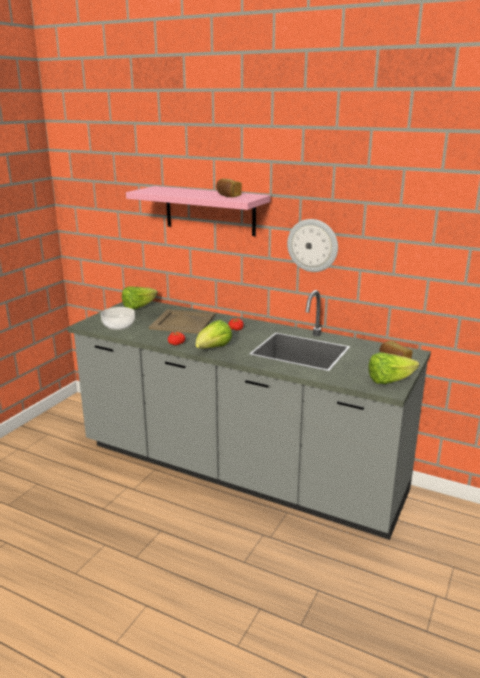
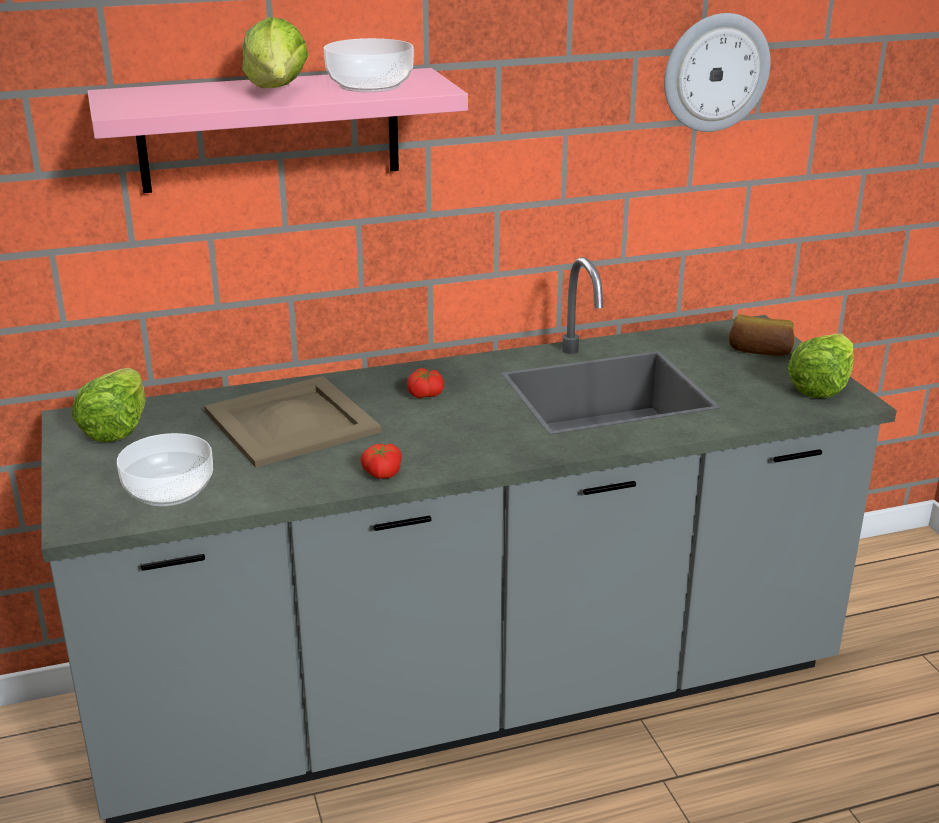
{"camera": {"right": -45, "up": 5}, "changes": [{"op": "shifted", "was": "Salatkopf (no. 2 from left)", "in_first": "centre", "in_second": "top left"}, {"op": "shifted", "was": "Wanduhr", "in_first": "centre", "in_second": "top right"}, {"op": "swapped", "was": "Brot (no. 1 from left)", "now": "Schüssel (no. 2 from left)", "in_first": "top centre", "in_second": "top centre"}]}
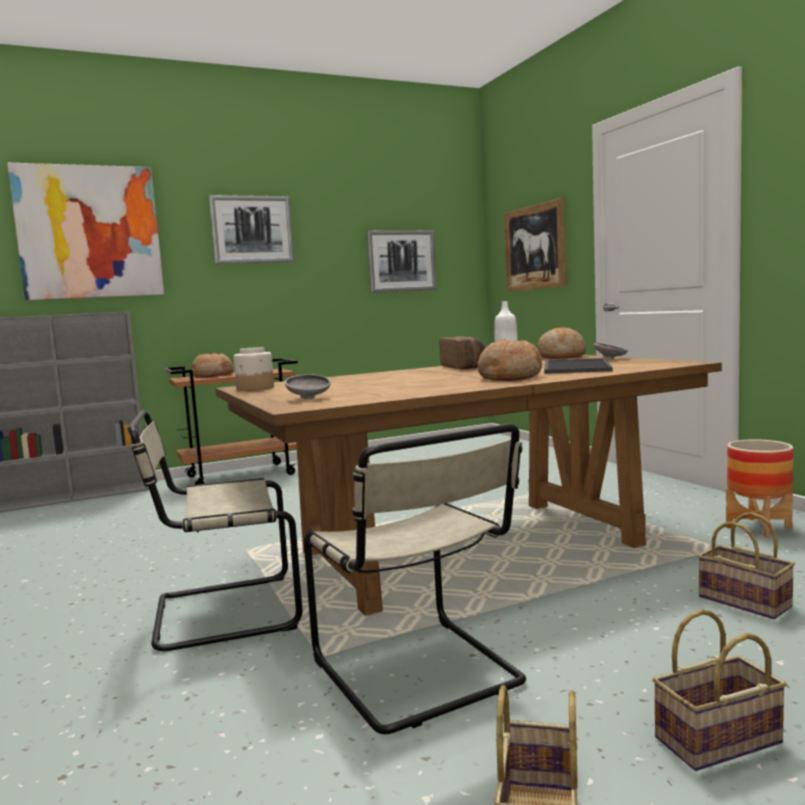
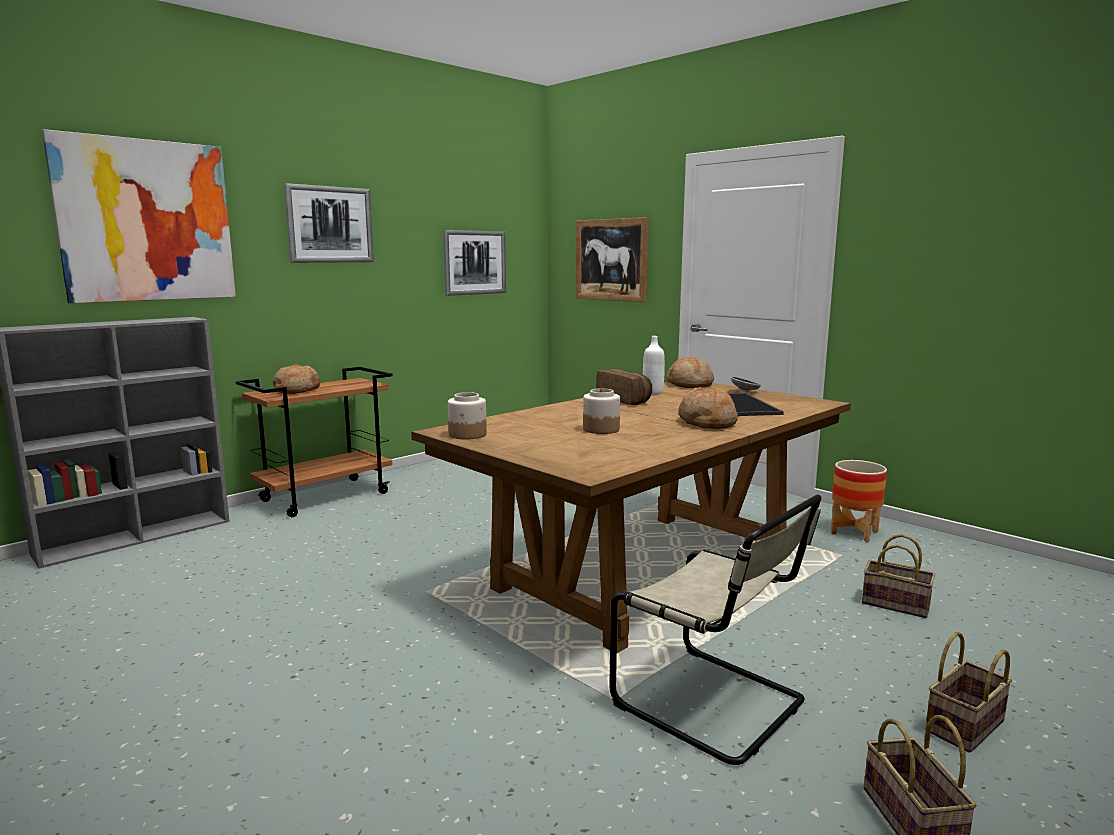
{"camera": {"right": -20, "up": 5}, "changes": [{"op": "gone", "was": "Stuhl [beige] (no. 1 from left)", "in_first": "middle left"}, {"op": "gone", "was": "Schüssel [grau] (no. 1 from left)", "in_first": "centre"}, {"op": "new", "now": "Vorratsglas (no. 2 from left)", "in_second": "centre"}]}
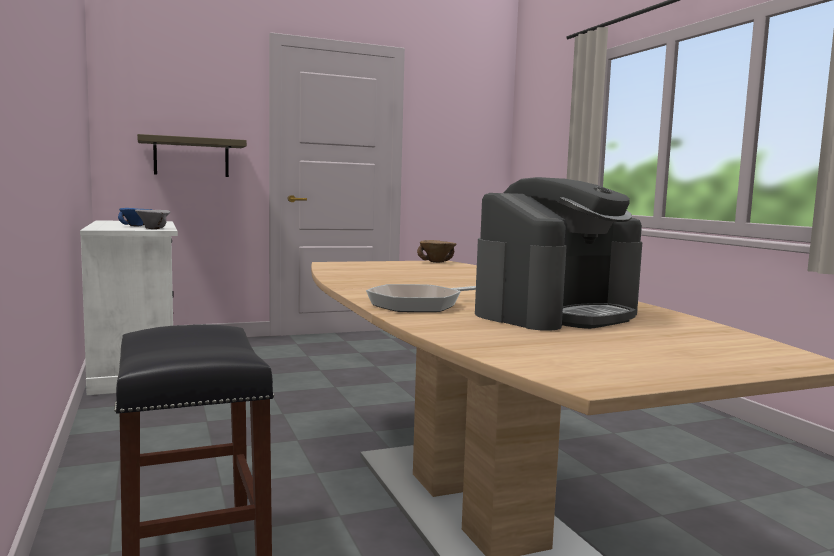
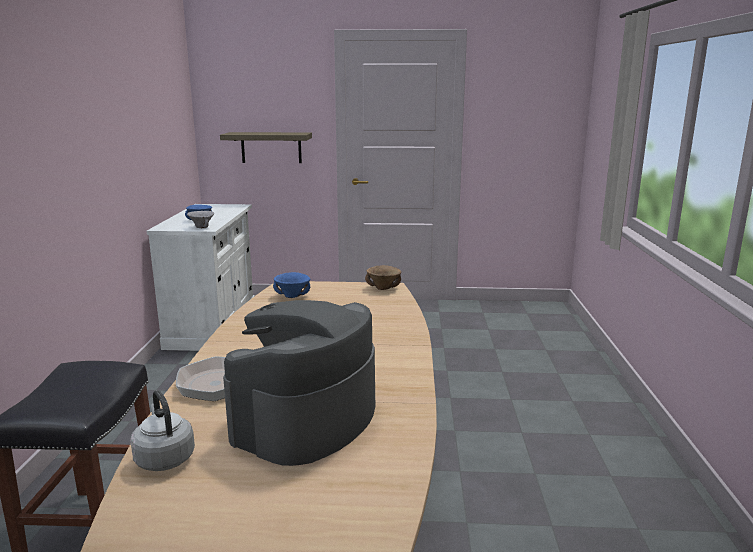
{"camera": {"right": 25, "up": 10}, "changes": [{"op": "new", "now": "Wasserkessel [grau]", "in_second": "bottom left"}, {"op": "new", "now": "Schüssel [blau] (no. 2 from left)", "in_second": "centre"}, {"op": "rotated", "was": "Kaffeemaschine", "in_first": "middle right", "in_second": "bottom centre", "clockwise": 135}]}
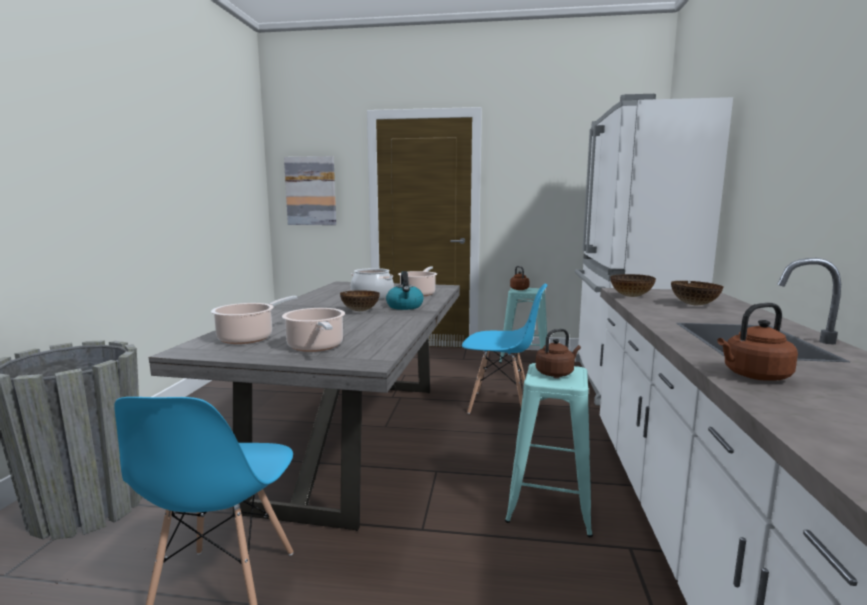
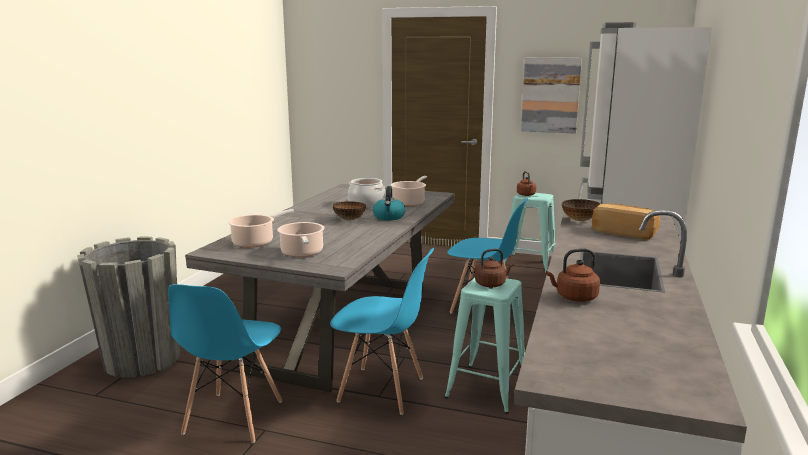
{"camera": {"right": 10, "up": 5}, "changes": [{"op": "new", "now": "Stuhl [blau] (no. 2 from left)", "in_second": "bottom centre"}, {"op": "shifted", "was": "Bild", "in_first": "top centre", "in_second": "top right"}, {"op": "swapped", "was": "Schüssel (no. 3 from left)", "now": "Brot", "in_first": "middle right", "in_second": "middle right"}]}
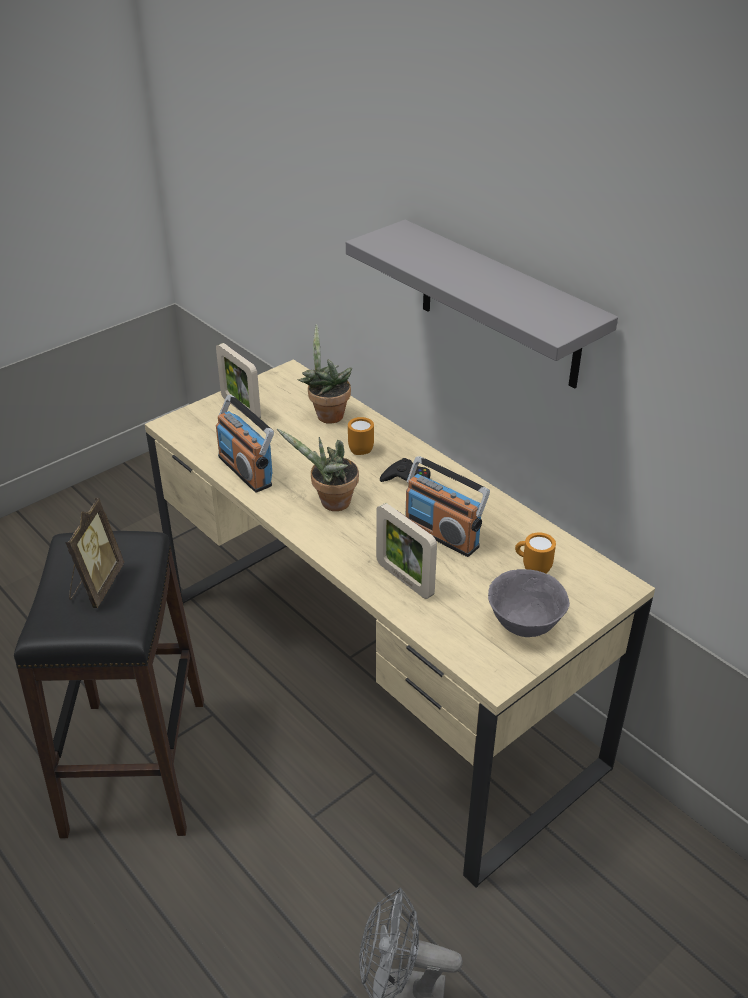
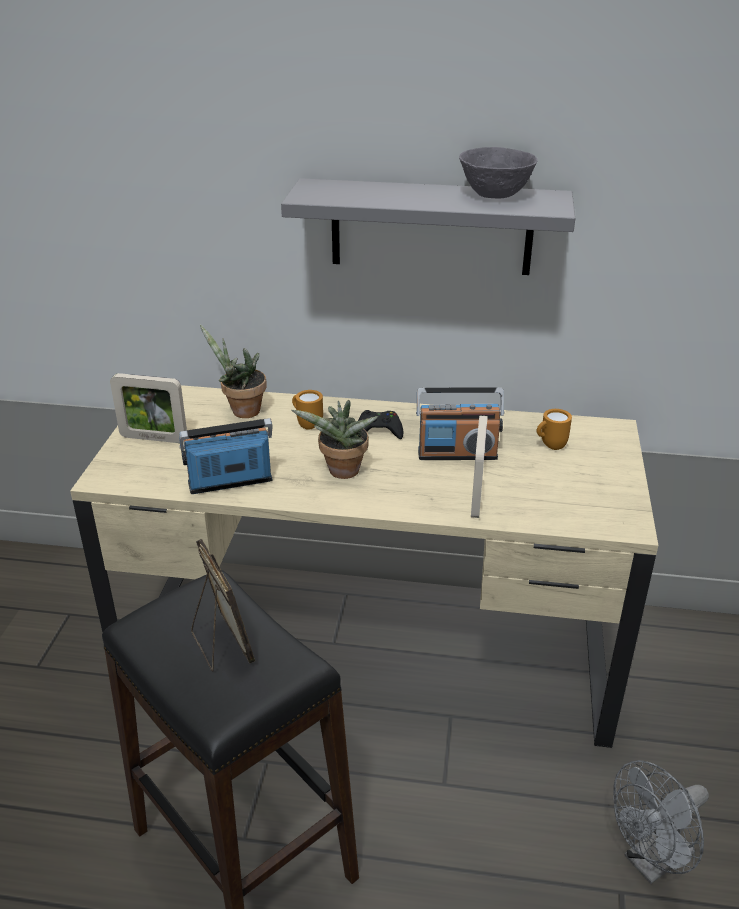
{"camera": {"right": -40, "up": -5}, "changes": [{"op": "shifted", "was": "Schüssel [grau]", "in_first": "middle right", "in_second": "top right"}, {"op": "rotated", "was": "Radio (no. 1 from left)", "in_first": "middle left", "in_second": "middle left", "clockwise": 150}, {"op": "rotated", "was": "Bilderrahmen (no. 3 from left)", "in_first": "centre", "in_second": "centre", "clockwise": 90}]}
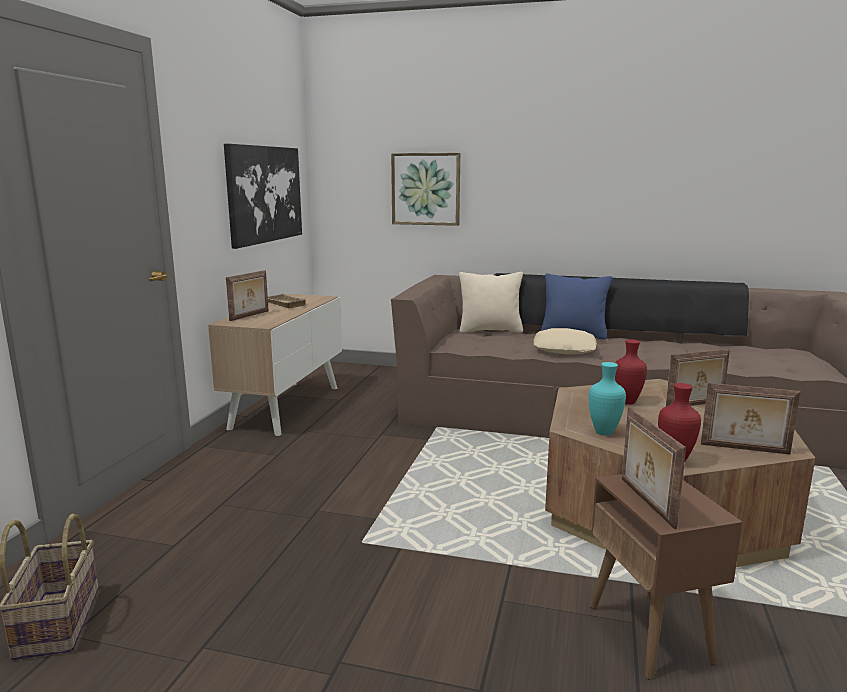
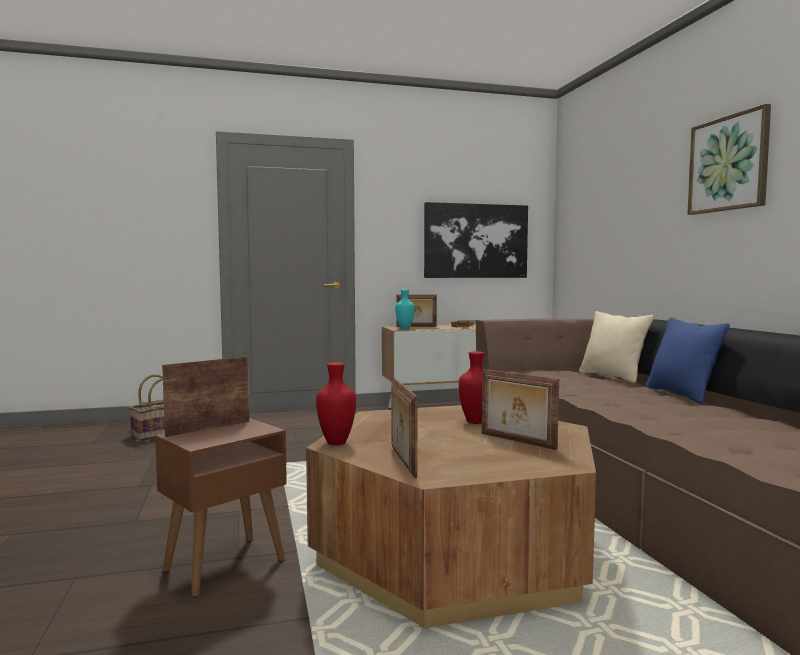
{"camera": {"right": 60, "up": -10}, "changes": [{"op": "gone", "was": "Kissen [beige] (no. 2 from left)", "in_first": "middle right"}, {"op": "shifted", "was": "Bild (no. 2 from left)", "in_first": "top centre", "in_second": "top right"}, {"op": "shifted", "was": "Vase [türkis]", "in_first": "middle right", "in_second": "centre"}]}
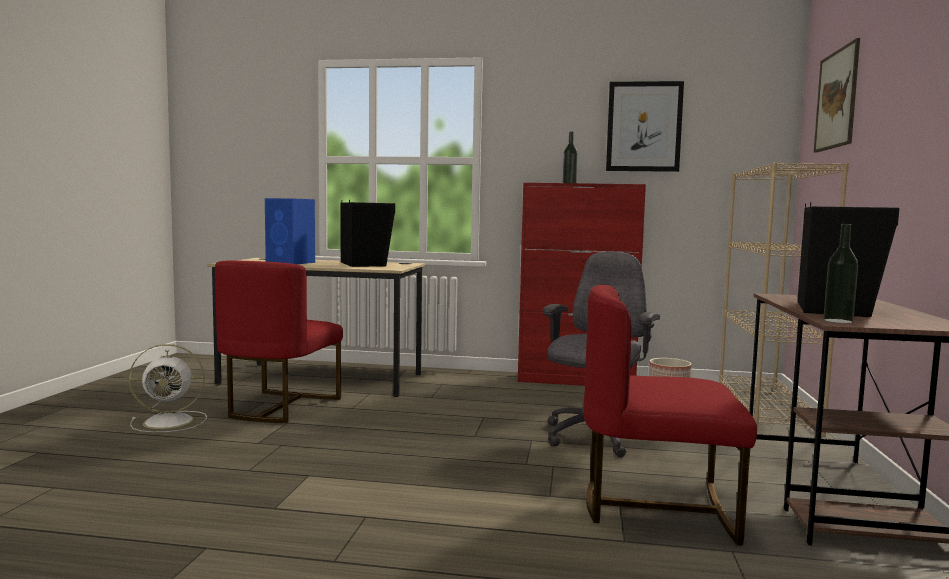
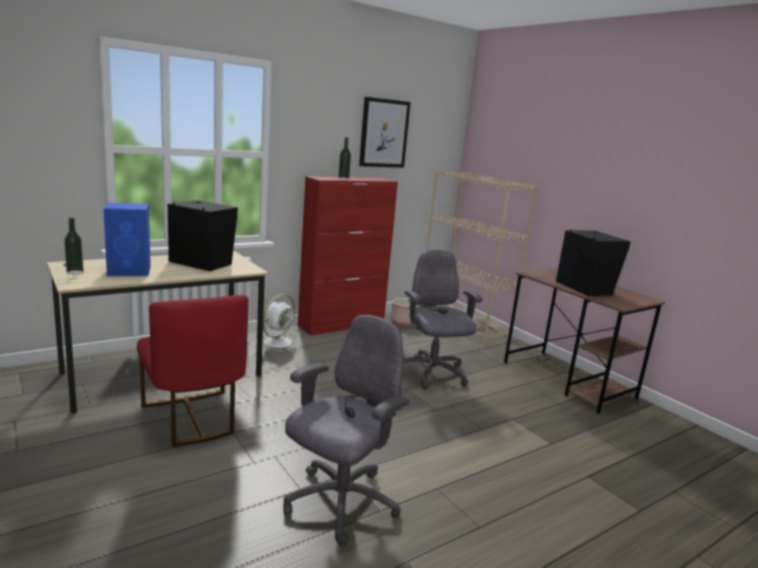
{"camera": {"right": -45, "up": 10}, "changes": [{"op": "gone", "was": "Stuhl [rot] (no. 2 from left)", "in_first": "bottom right"}, {"op": "gone", "was": "Bild (no. 2 from left)", "in_first": "top right"}, {"op": "new", "now": "Bürostuhl [grau] (no. 1 from left)", "in_second": "bottom centre"}, {"op": "shifted", "was": "Ventilator [weiß]", "in_first": "bottom left", "in_second": "centre"}, {"op": "shifted", "was": "Flasche (no. 2 from left in the first image)", "now": "Flasche (no. 1 from left)", "in_first": "middle right", "in_second": "middle left"}]}
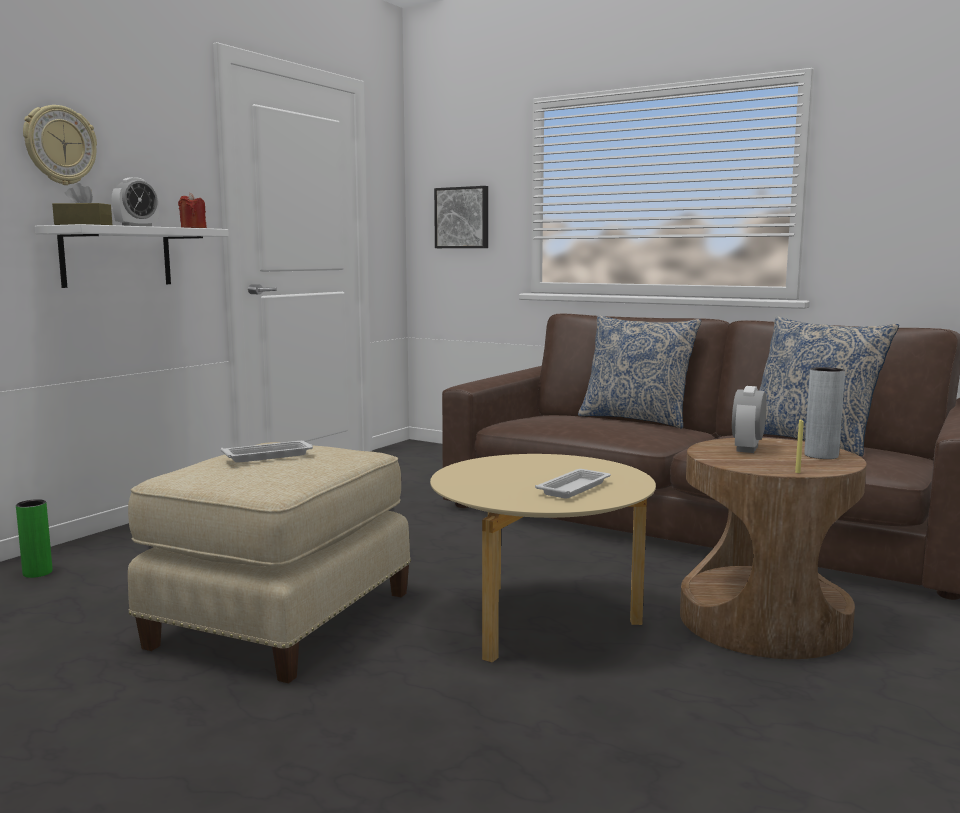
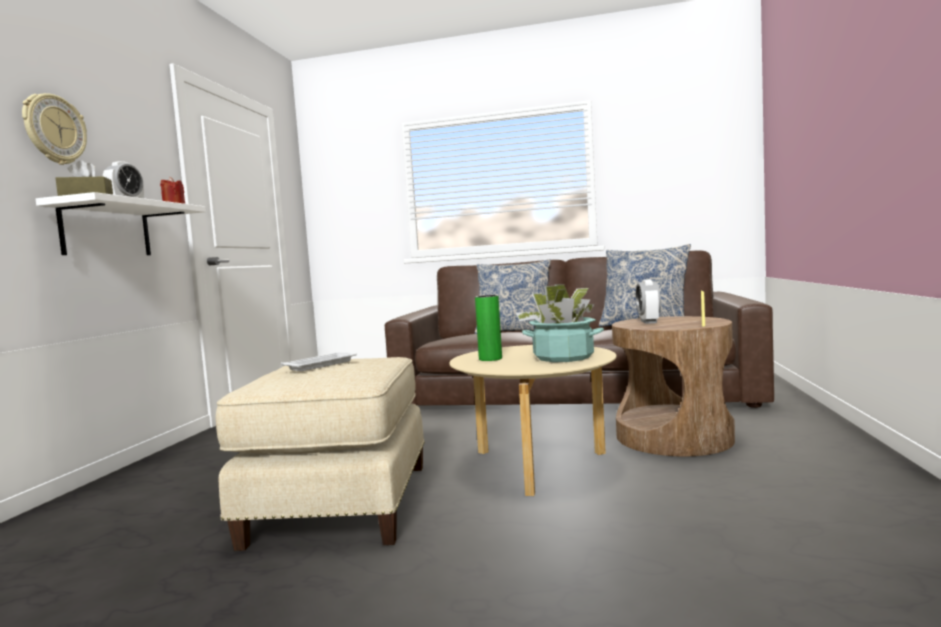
{"camera": {"right": -20, "up": -5}, "changes": [{"op": "gone", "was": "Bild", "in_first": "top centre"}, {"op": "gone", "was": "Vase [grau]", "in_first": "middle right"}, {"op": "shifted", "was": "Vase [grün]", "in_first": "middle left", "in_second": "centre"}, {"op": "swapped", "was": "Tablett [weiß] (no. 2 from left)", "now": "Topfpflanze", "in_first": "centre", "in_second": "centre"}]}
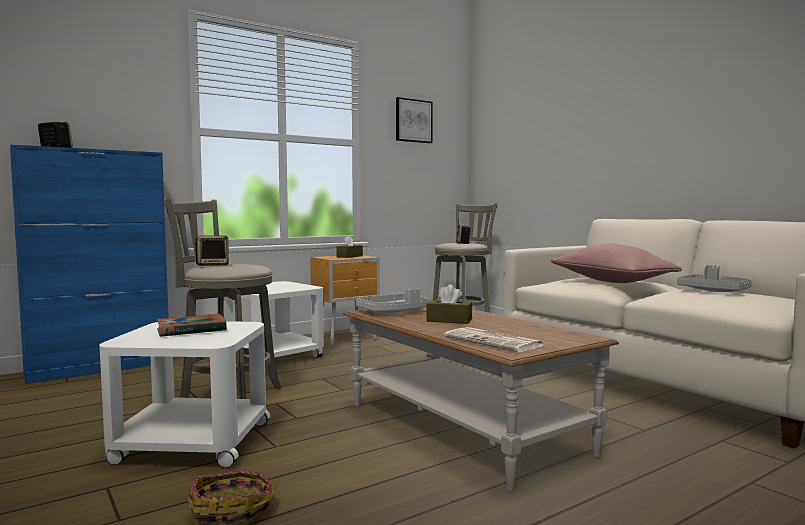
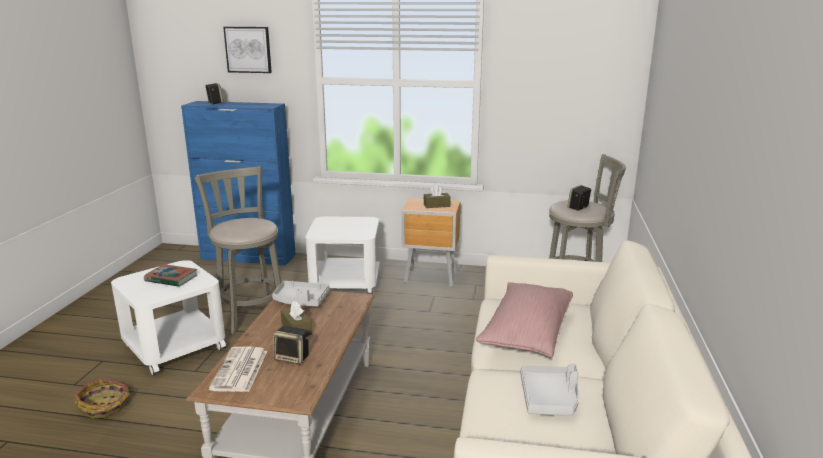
{"camera": {"right": 45, "up": 15}, "changes": [{"op": "shifted", "was": "Lautsprecher (no. 2 from left)", "in_first": "middle left", "in_second": "bottom centre"}, {"op": "shifted", "was": "Bild", "in_first": "top centre", "in_second": "top left"}]}
